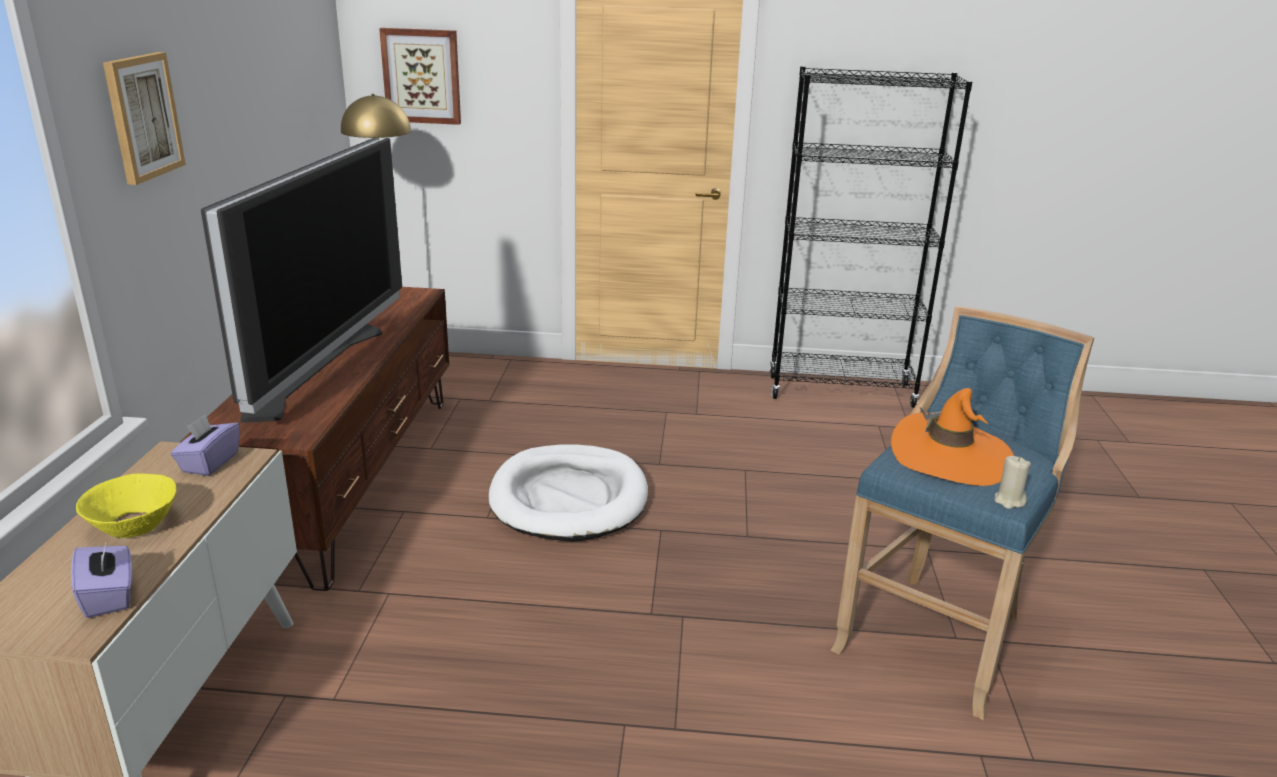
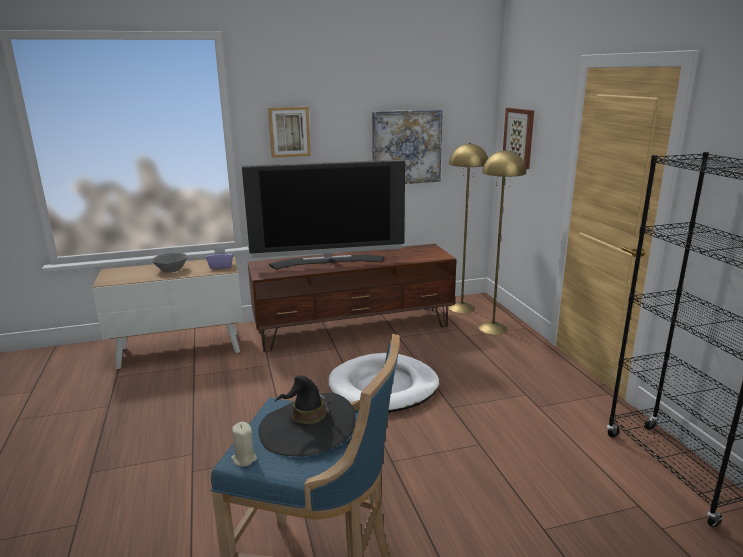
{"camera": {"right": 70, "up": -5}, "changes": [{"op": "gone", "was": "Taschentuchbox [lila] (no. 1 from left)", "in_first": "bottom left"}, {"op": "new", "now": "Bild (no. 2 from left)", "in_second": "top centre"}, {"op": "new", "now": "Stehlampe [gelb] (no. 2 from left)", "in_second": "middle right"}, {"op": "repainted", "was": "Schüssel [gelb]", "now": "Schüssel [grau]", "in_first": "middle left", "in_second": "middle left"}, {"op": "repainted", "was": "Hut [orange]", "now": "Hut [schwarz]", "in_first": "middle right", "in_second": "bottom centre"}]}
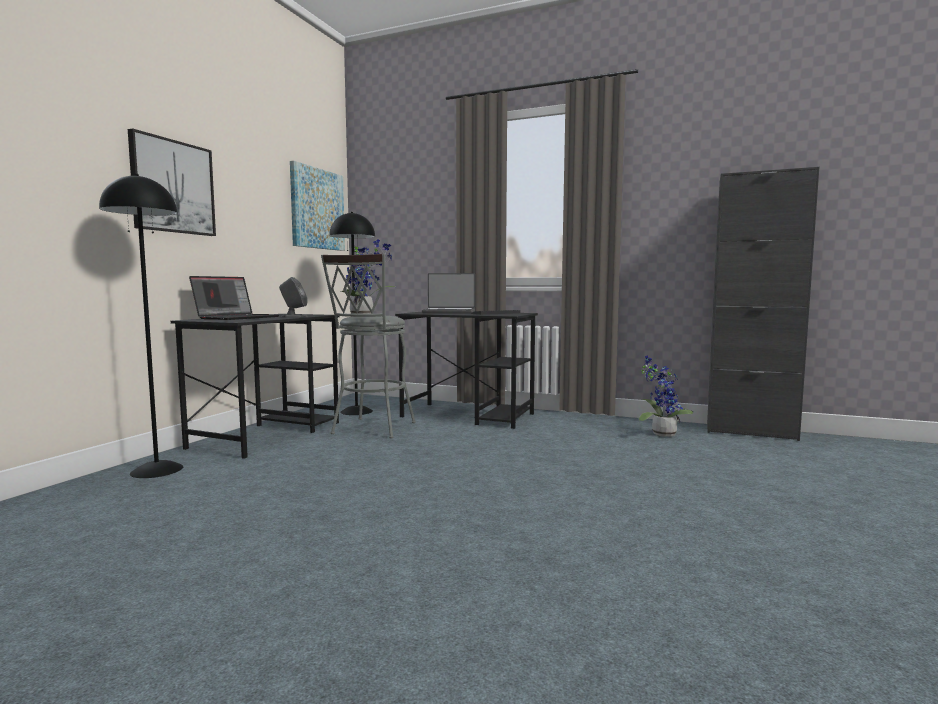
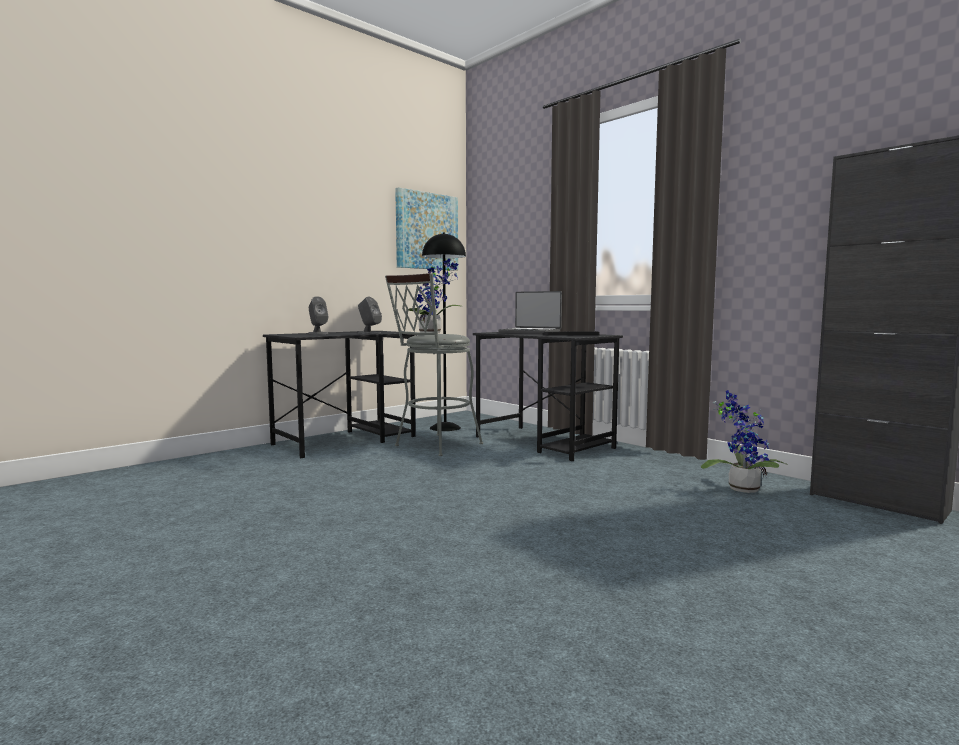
{"camera": {"right": 25, "up": 0}, "changes": [{"op": "gone", "was": "Stehlampe [schwarz] (no. 1 from left)", "in_first": "middle left"}, {"op": "gone", "was": "Bild (no. 1 from left)", "in_first": "top left"}, {"op": "swapped", "was": "Laptop (no. 1 from left)", "now": "Lautsprecher [grau] (no. 1 from left)", "in_first": "middle left", "in_second": "middle left"}]}
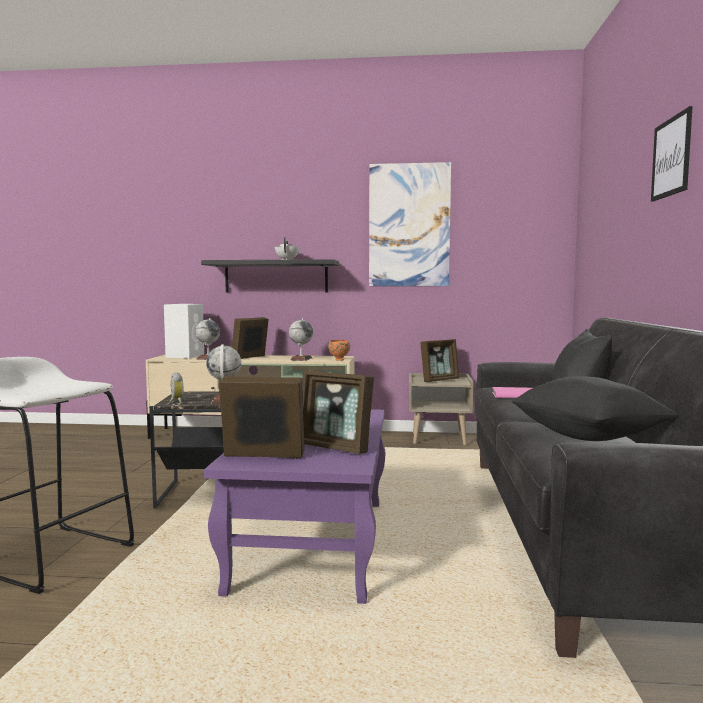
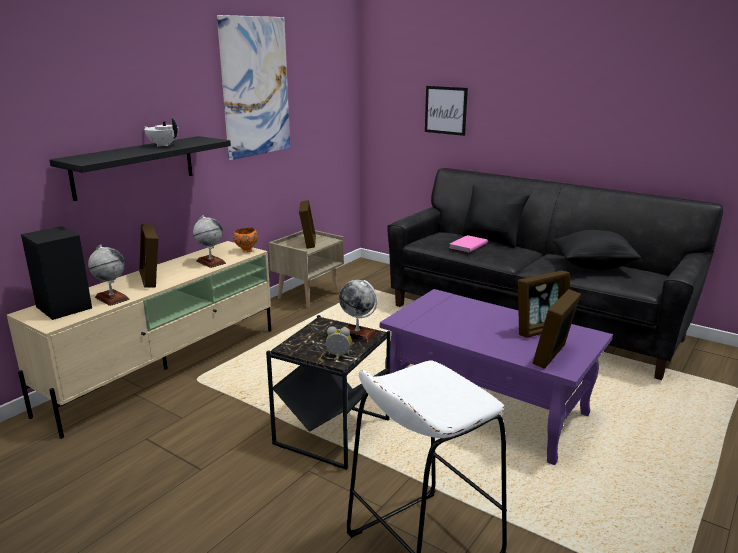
{"camera": {"right": -60, "up": 15}, "changes": [{"op": "shifted", "was": "Bild (no. 2 from left)", "in_first": "top right", "in_second": "top centre"}, {"op": "repainted", "was": "Lautsprecher [weiß]", "now": "Lautsprecher [schwarz]", "in_first": "middle left", "in_second": "middle left"}]}
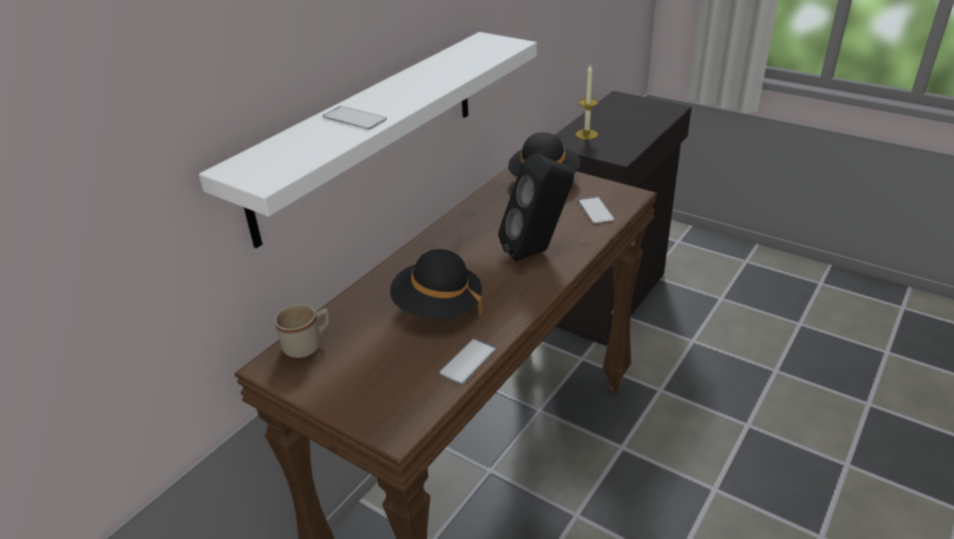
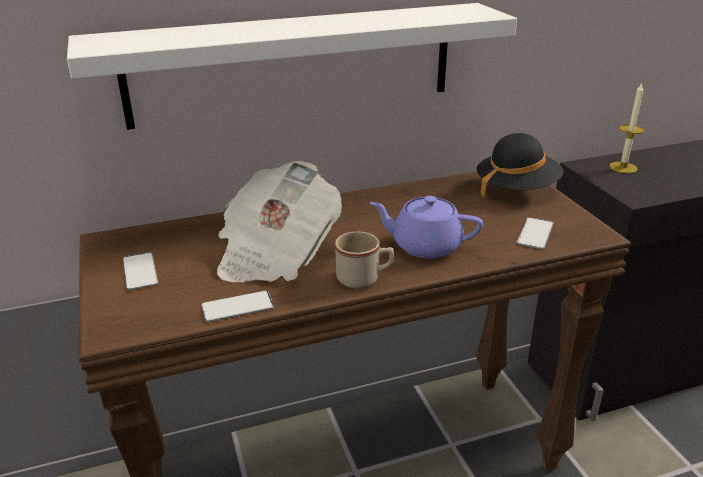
{"camera": {"right": 35, "up": -5}, "changes": [{"op": "shifted", "was": "Henkelbecher [beige]", "in_first": "middle left", "in_second": "centre"}, {"op": "shifted", "was": "Handy (no. 1 from left)", "in_first": "top centre", "in_second": "middle left"}, {"op": "swapped", "was": "Hut [schwarz] (no. 1 from left)", "now": "Zeitung", "in_first": "centre", "in_second": "centre"}, {"op": "swapped", "was": "Lautsprecher [schwarz]", "now": "Teekanne [lila]", "in_first": "centre", "in_second": "centre"}]}
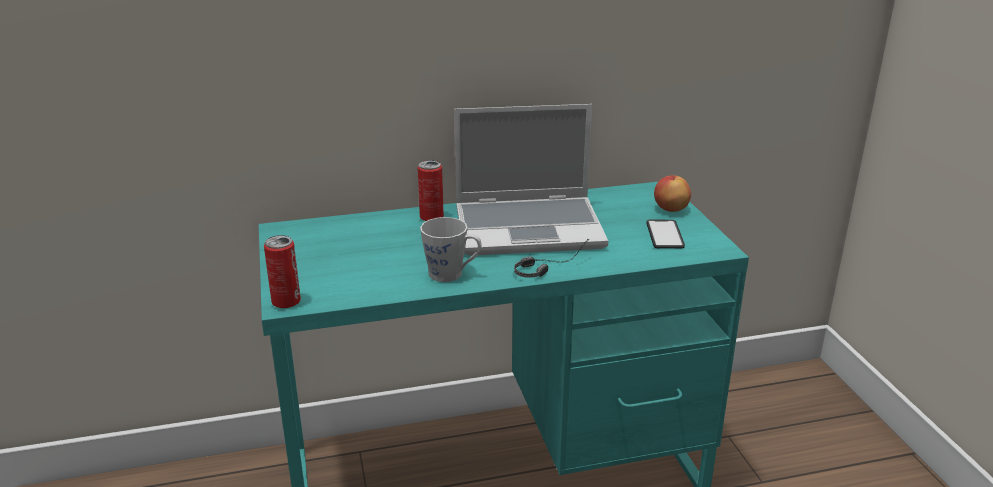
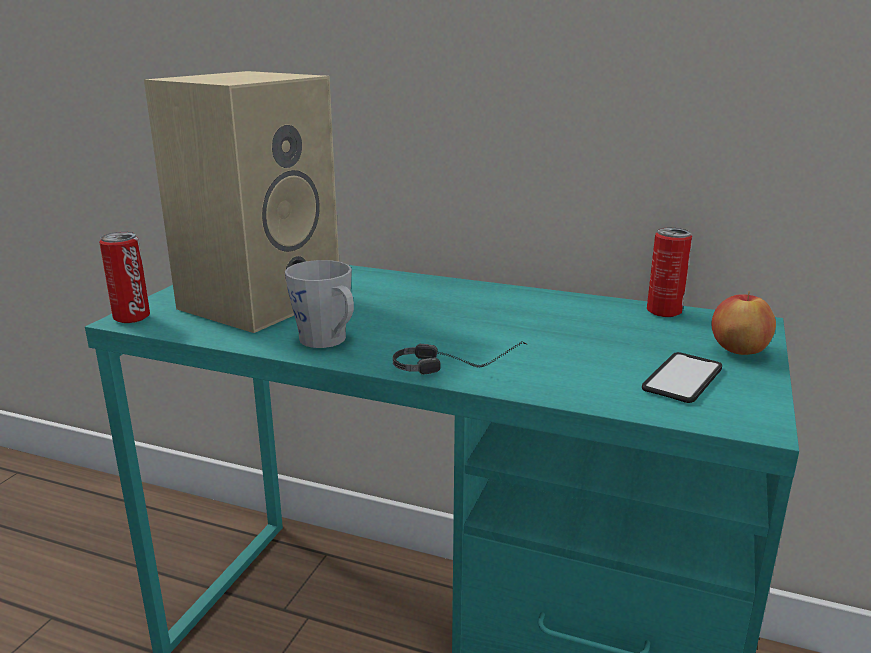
{"camera": {"right": 35, "up": -5}, "changes": [{"op": "gone", "was": "Laptop", "in_first": "centre"}, {"op": "new", "now": "Lautsprecher [beige]", "in_second": "top left"}, {"op": "shifted", "was": "Dose (no. 2 from left)", "in_first": "centre", "in_second": "middle right"}]}
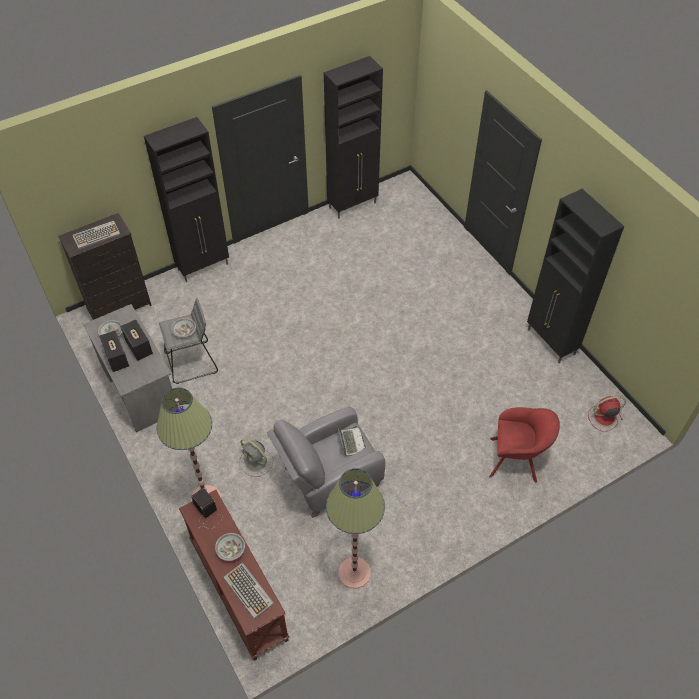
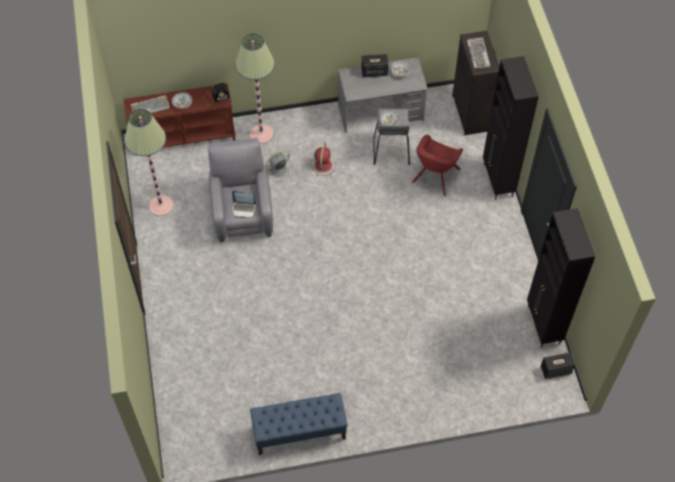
{"camera": {"right": 110, "up": 5}, "changes": [{"op": "shifted", "was": "Lautsprecher (no. 2 from left)", "in_first": "middle left", "in_second": "bottom right"}, {"op": "shifted", "was": "Sessel [rot]", "in_first": "middle right", "in_second": "centre"}, {"op": "shifted", "was": "Ventilator [rot]", "in_first": "middle right", "in_second": "top centre"}, {"op": "swapped", "was": "Schrank [schwarz] (no. 3 from left)", "now": "Bank [blau]", "in_first": "middle right", "in_second": "bottom centre"}]}
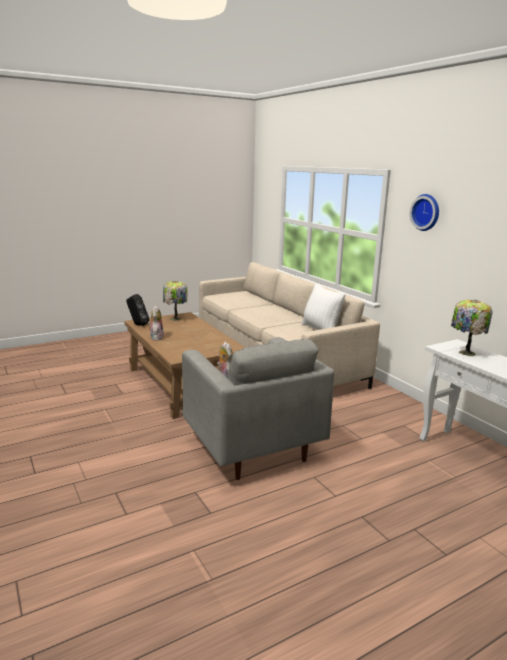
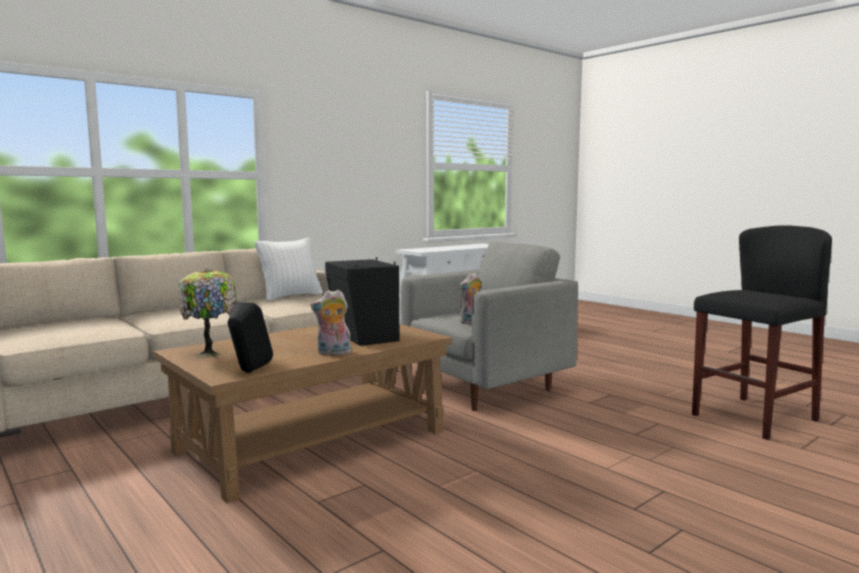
{"camera": {"right": -100, "up": -10}, "changes": [{"op": "gone", "was": "Wanduhr", "in_first": "top right"}, {"op": "gone", "was": "Tischlampe (no. 2 from left)", "in_first": "middle right"}, {"op": "new", "now": "Lautsprecher [schwarz] (no. 2 from left)", "in_second": "centre"}, {"op": "new", "now": "Hocker [schwarz]", "in_second": "middle right"}]}
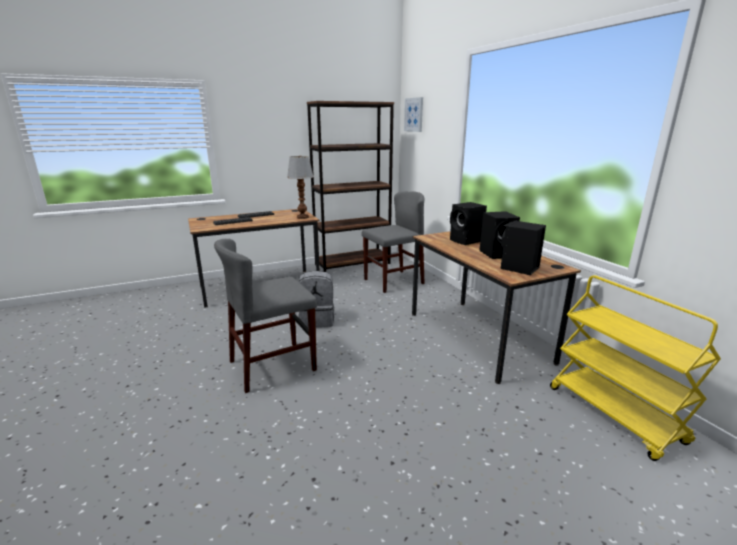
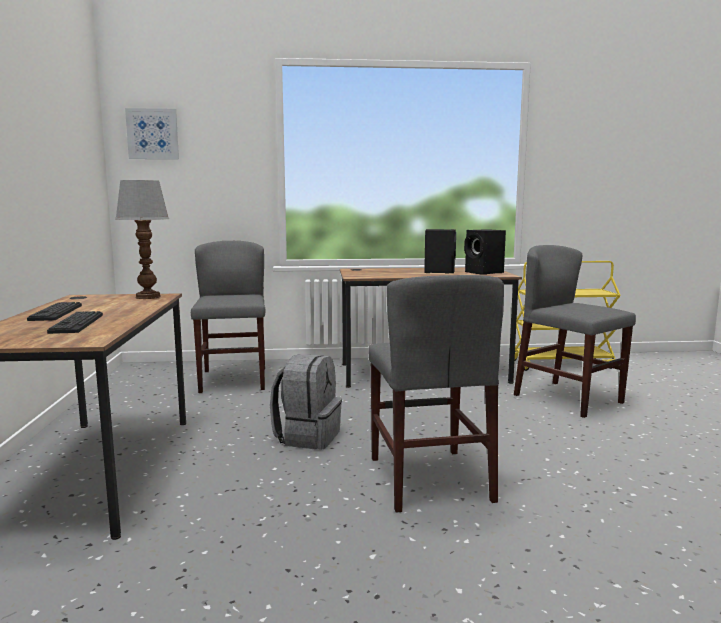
{"camera": {"right": -70, "up": -10}, "changes": [{"op": "gone", "was": "Bücherregal [braun]", "in_first": "centre"}, {"op": "gone", "was": "Lautsprecher [schwarz] (no. 1 from left)", "in_first": "centre"}, {"op": "new", "now": "Stuhl [grau] (no. 3 from left)", "in_second": "middle right"}]}
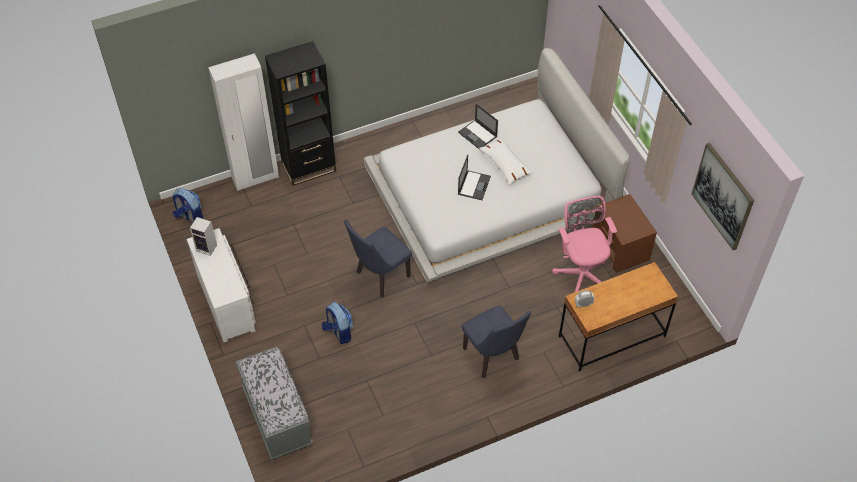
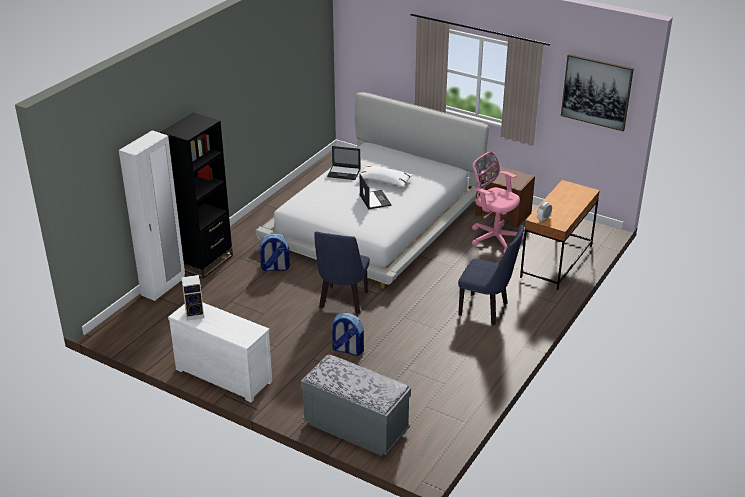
{"camera": {"right": -35, "up": -20}, "changes": [{"op": "shifted", "was": "Rucksack (no. 1 from left)", "in_first": "middle left", "in_second": "centre"}]}
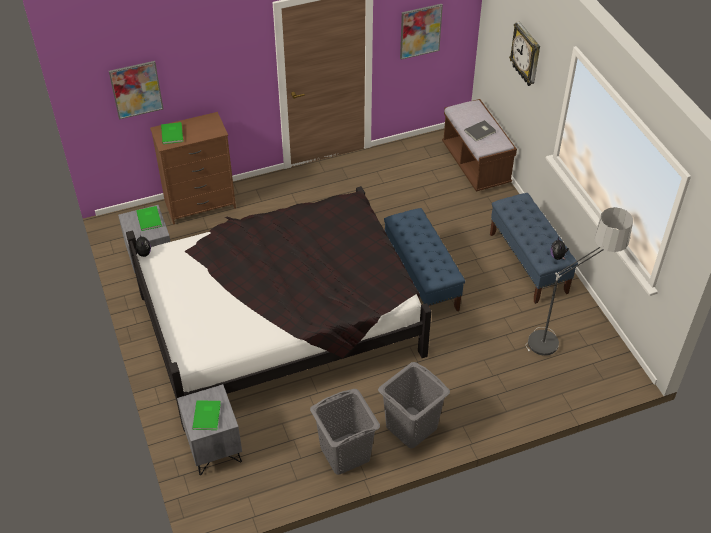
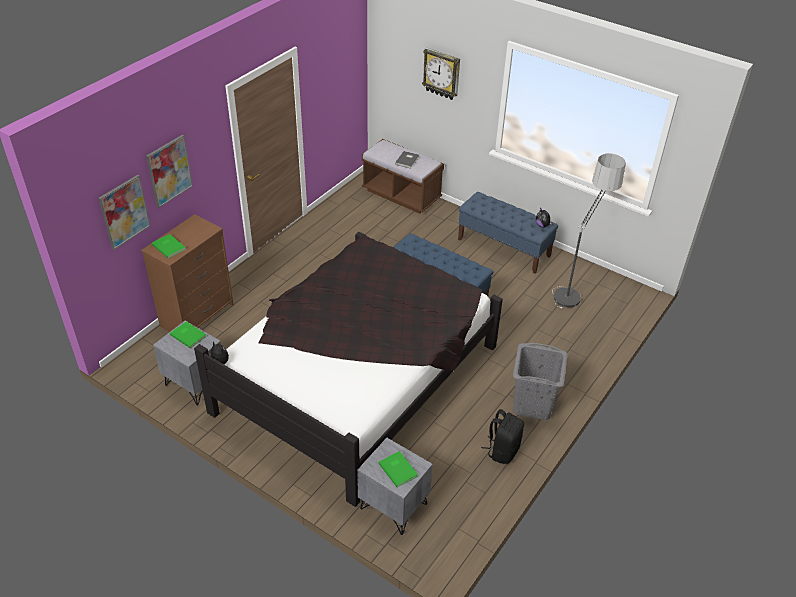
{"camera": {"right": -35, "up": -5}, "changes": [{"op": "shifted", "was": "Bild (no. 2 from left)", "in_first": "top centre", "in_second": "top left"}, {"op": "swapped", "was": "Wäschekorb [grau] (no. 1 from left)", "now": "Rucksack [schwarz]", "in_first": "bottom centre", "in_second": "bottom centre"}]}
